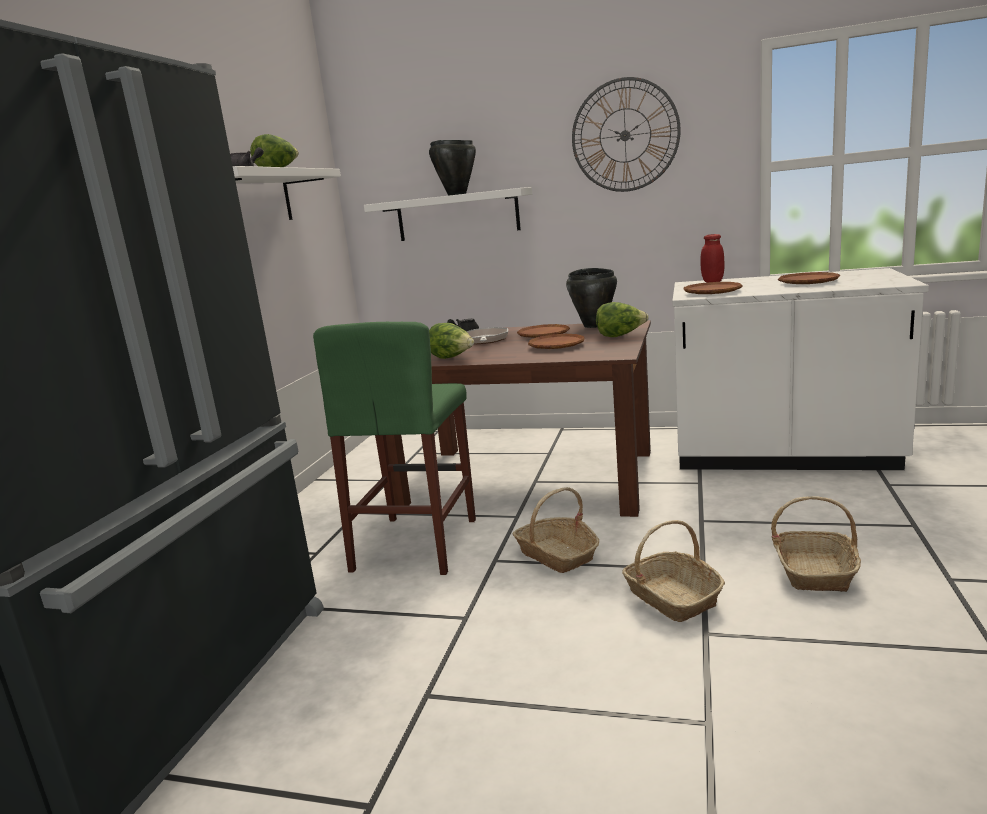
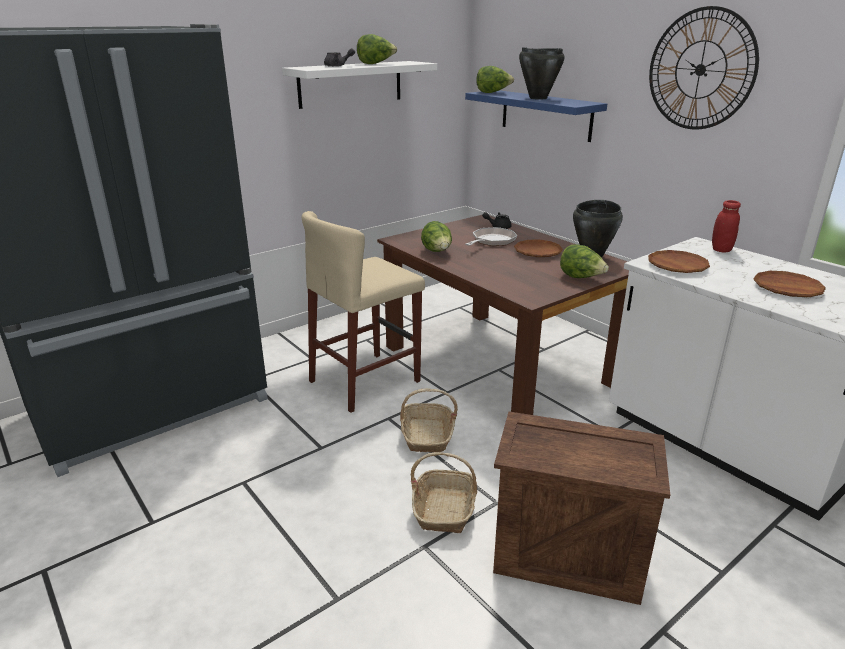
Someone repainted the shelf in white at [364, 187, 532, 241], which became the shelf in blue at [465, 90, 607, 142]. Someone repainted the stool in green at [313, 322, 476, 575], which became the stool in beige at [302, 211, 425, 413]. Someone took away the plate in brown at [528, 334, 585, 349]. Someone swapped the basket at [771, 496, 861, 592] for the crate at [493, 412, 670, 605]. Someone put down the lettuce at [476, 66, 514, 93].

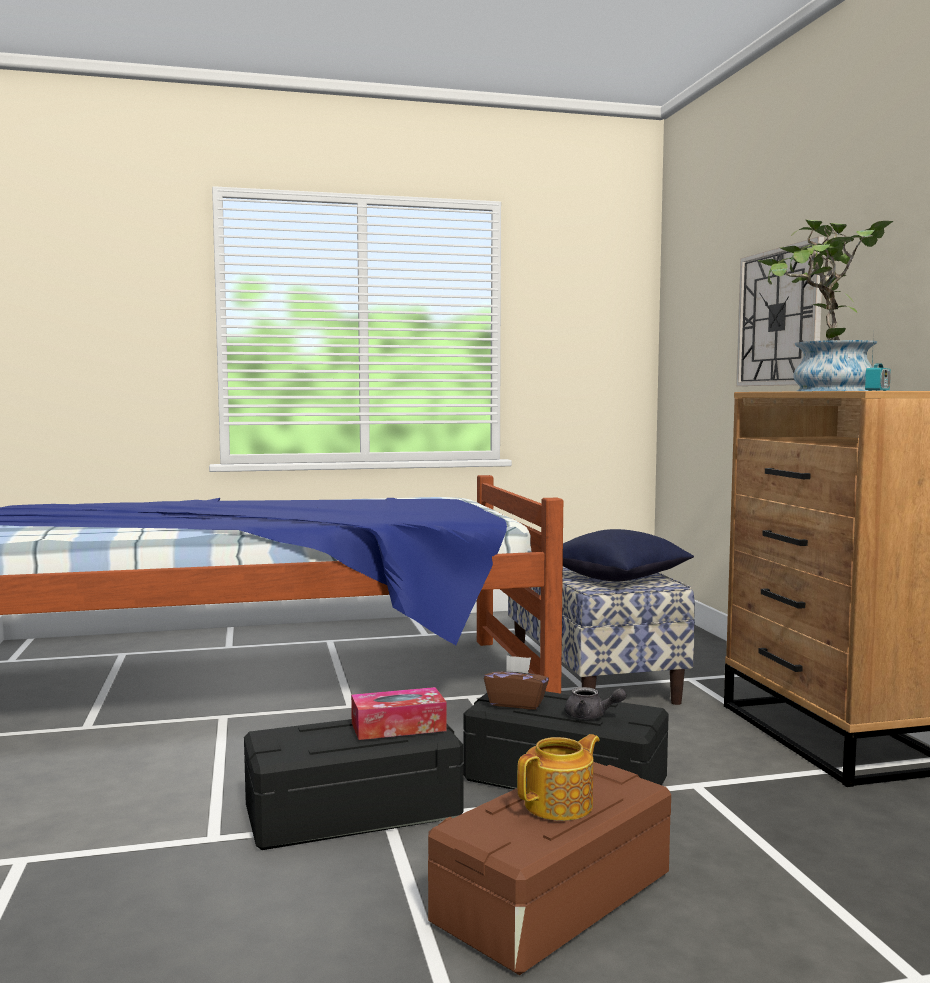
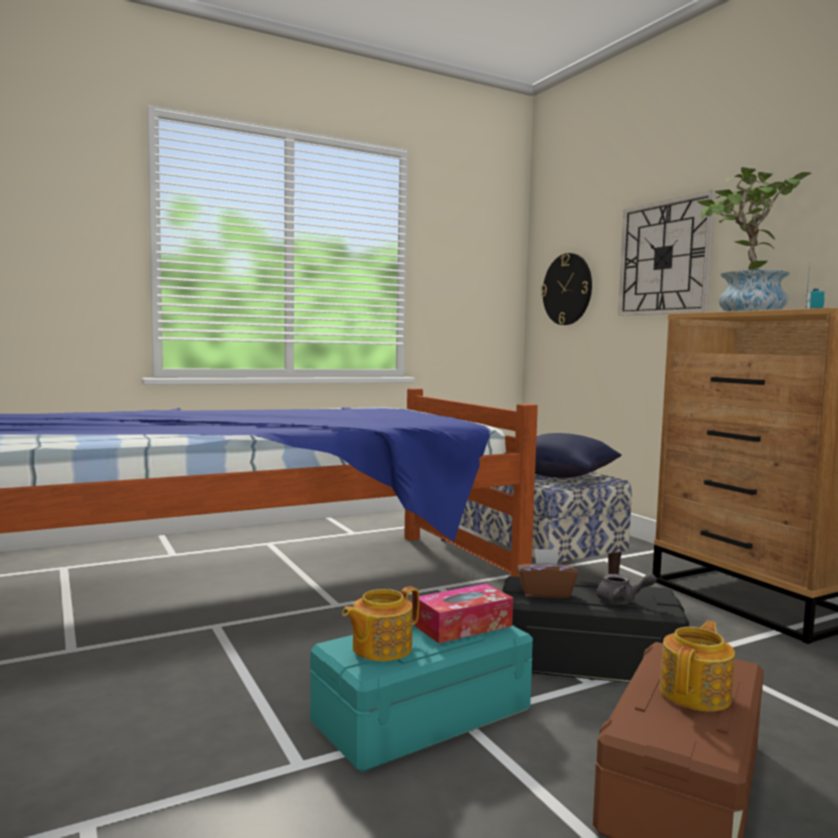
Someone repainted the storage box in black at [244, 719, 463, 850], which became the storage box in turquoise at [310, 624, 533, 772]. Someone put up the wall clock at [541, 253, 592, 325]. Someone put down the teapot at [342, 586, 419, 661].

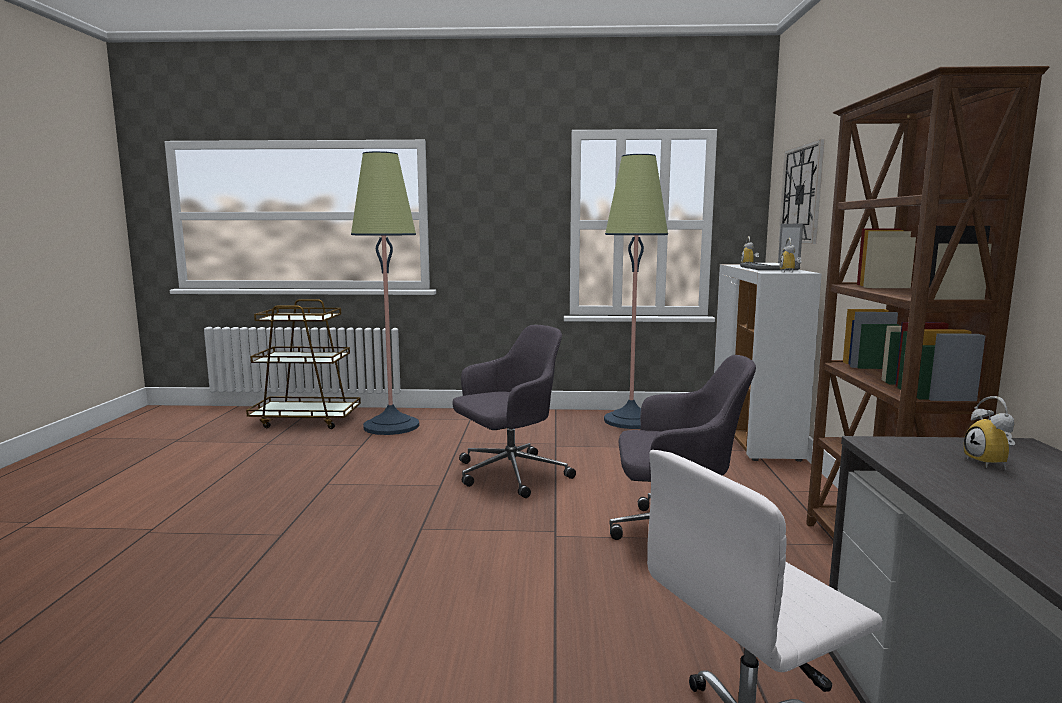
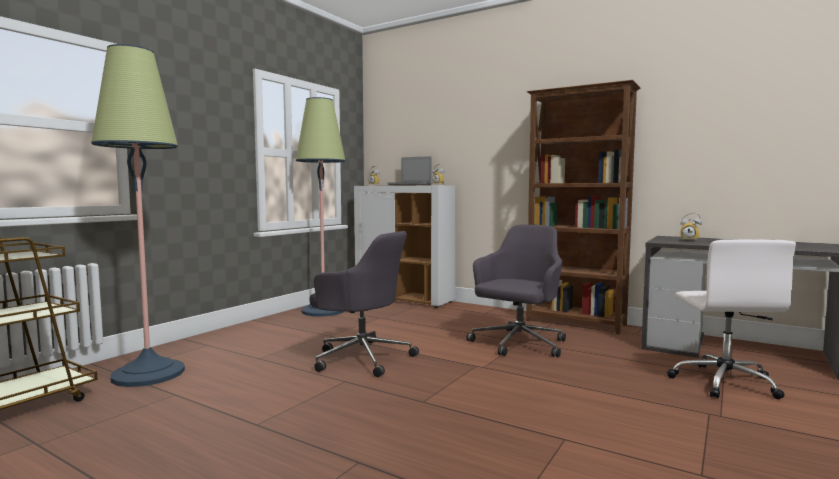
Someone took away the wall clock at [778, 139, 825, 244]. Someone rotated the office chair in grey at [452, 325, 576, 498] by 120 degrees clockwise.

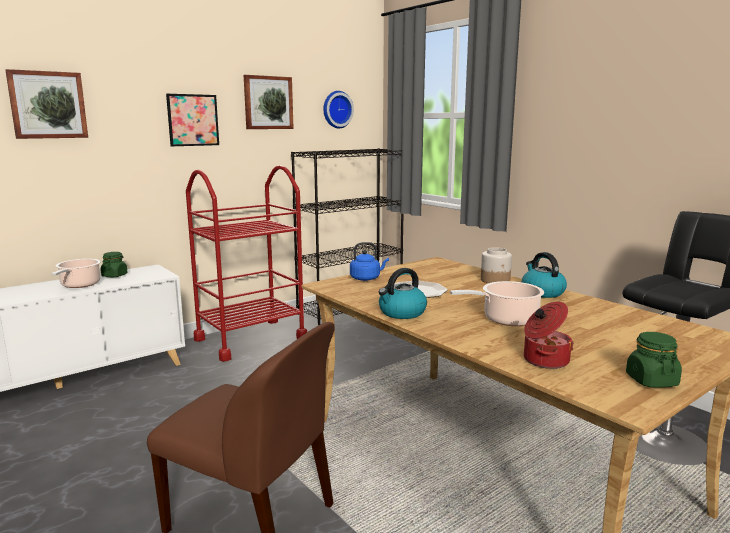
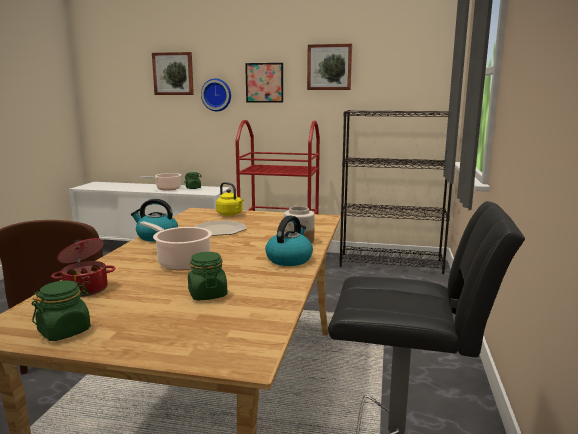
Someone carried the wall clock from [323, 91, 354, 128] to [201, 78, 231, 111]. Someone repainted the kettle in blue at [350, 242, 389, 281], which became the kettle in yellow at [216, 182, 244, 216]. Someone put down the jar in green at [188, 252, 227, 301].

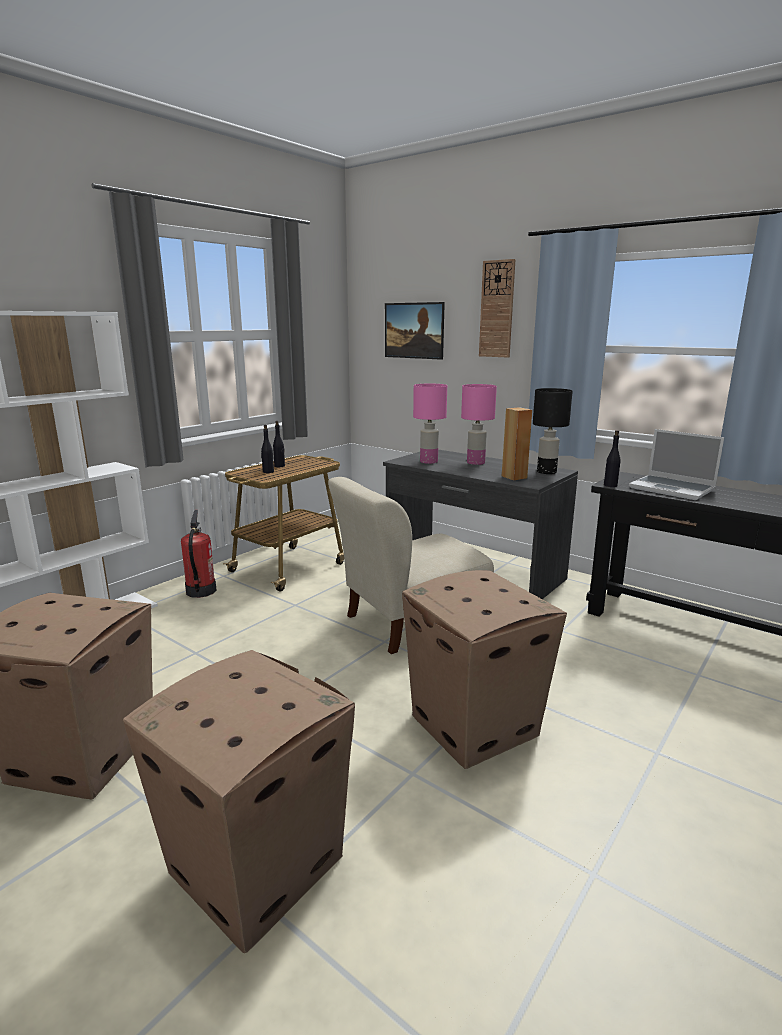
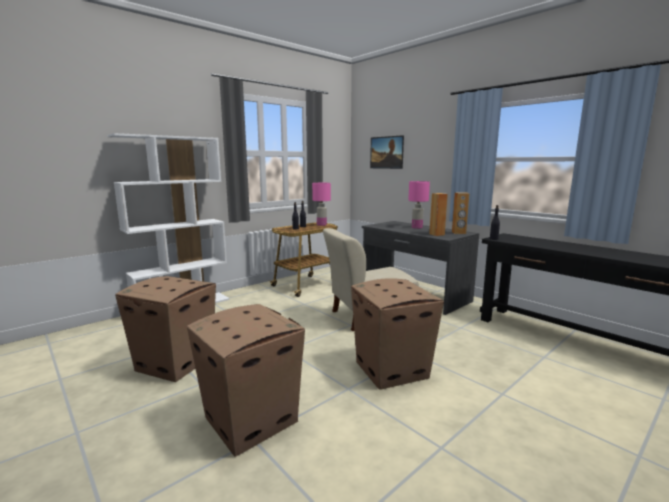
Someone took away the wall clock at [479, 259, 516, 358]. Someone carried the table lamp in pink from [413, 384, 447, 464] to [312, 183, 331, 226]. Someone swapped the table lamp in black at [533, 388, 573, 474] for the speaker in brown at [452, 192, 469, 234]. Someone took away the laptop at [629, 429, 724, 500]. Someone took away the fire extinguisher at [181, 510, 217, 598].

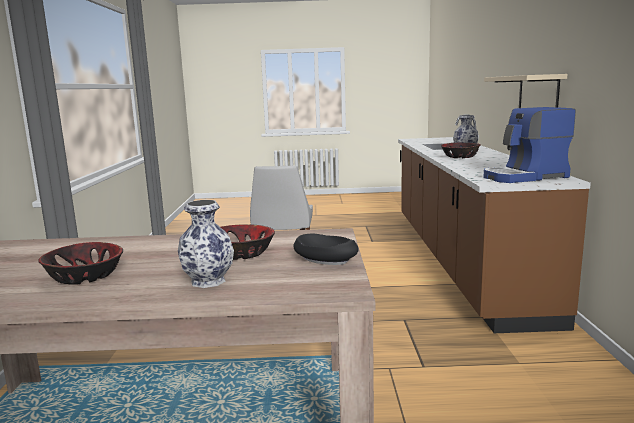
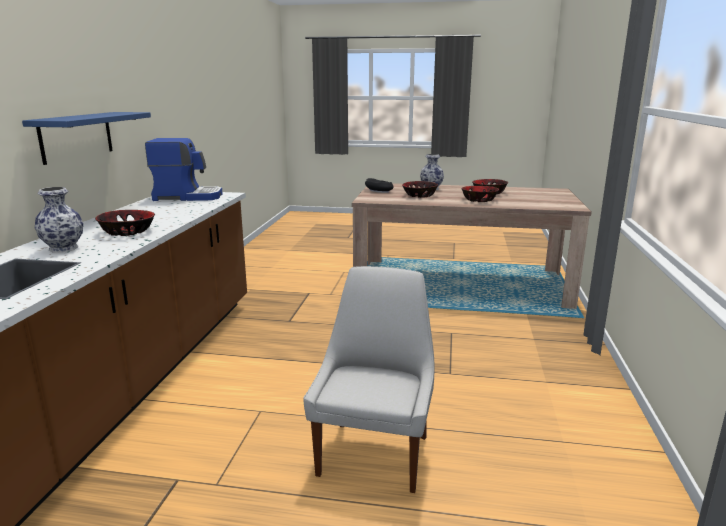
Someone repainted the shelf in beige at [484, 74, 567, 108], which became the shelf in blue at [22, 112, 151, 165]. Someone put down the bowl at [461, 186, 499, 202].

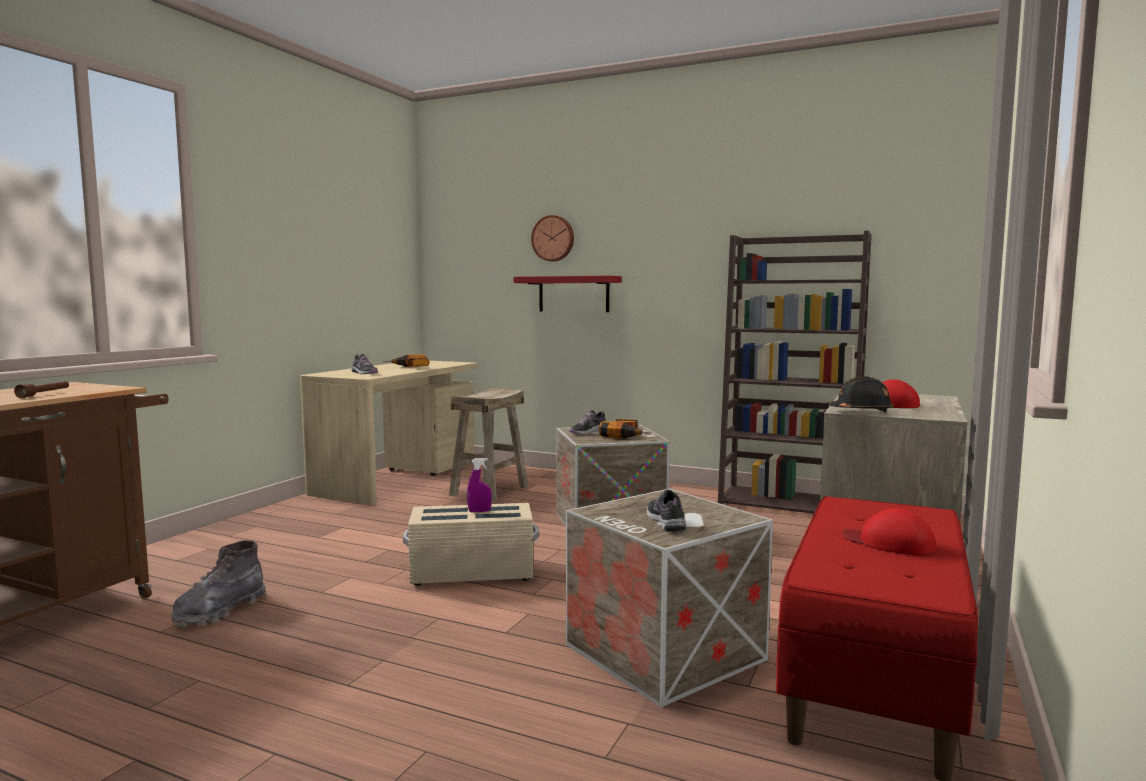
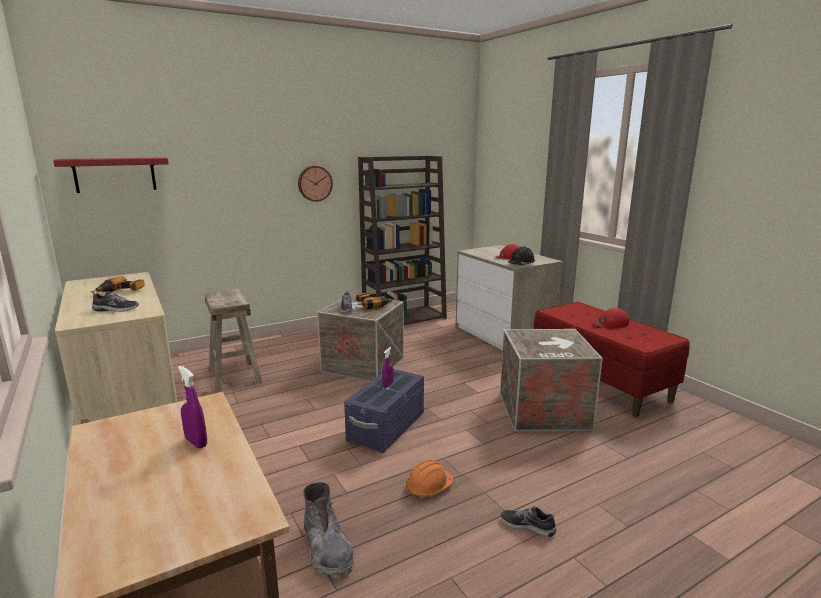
Someone carried the wall clock from [531, 215, 574, 261] to [298, 166, 333, 202]. Someone carried the shelf in red from [514, 276, 622, 312] to [53, 157, 169, 193]. Someone swapped the flashlight in brown at [14, 381, 69, 398] for the spray bottle in purple at [178, 366, 207, 449]. Someone carried the shoe from [647, 490, 687, 532] to [500, 506, 556, 537]. Someone repainted the storage box in beige at [403, 503, 539, 586], which became the storage box in purple at [344, 369, 424, 453]. Someone put down the hard hat in orange at [406, 460, 454, 498].

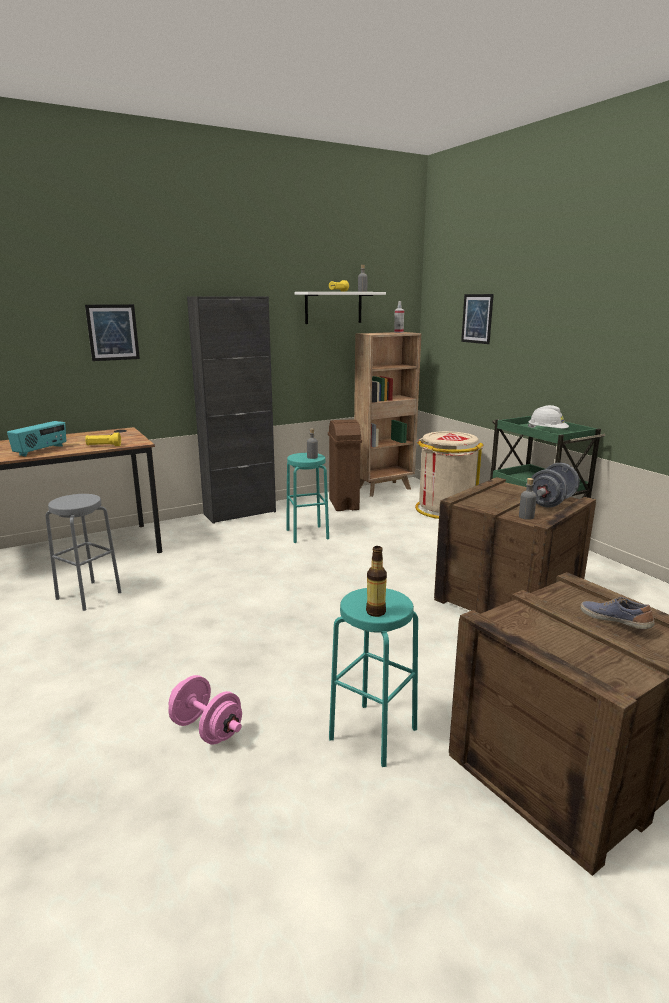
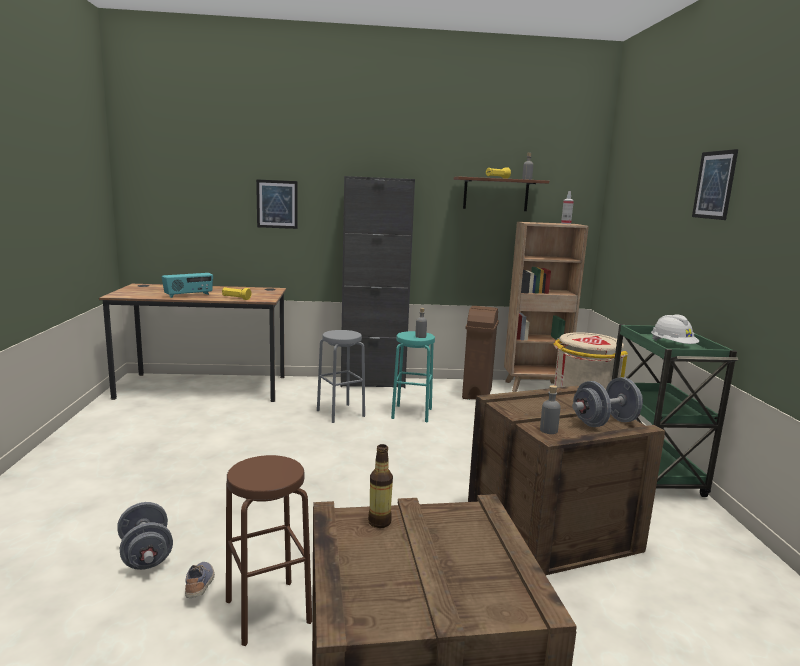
Someone repainted the shelf in white at [294, 292, 386, 324], which became the shelf in brown at [454, 177, 549, 211]. Someone carried the picture from [461, 294, 494, 344] to [692, 149, 738, 220]. Someone carried the stool in grey from [45, 494, 121, 611] to [317, 330, 365, 423]. Someone carried the bottle from [366, 546, 387, 617] to [368, 444, 393, 528]. Someone repainted the stool in turquoise at [329, 588, 418, 767], which became the stool in brown at [226, 455, 312, 646]. Someone carried the shoe from [580, 597, 655, 629] to [185, 562, 215, 598]. Someone repainted the dumbbell in pink at [169, 675, 242, 744], which became the dumbbell in grey at [117, 502, 173, 570].

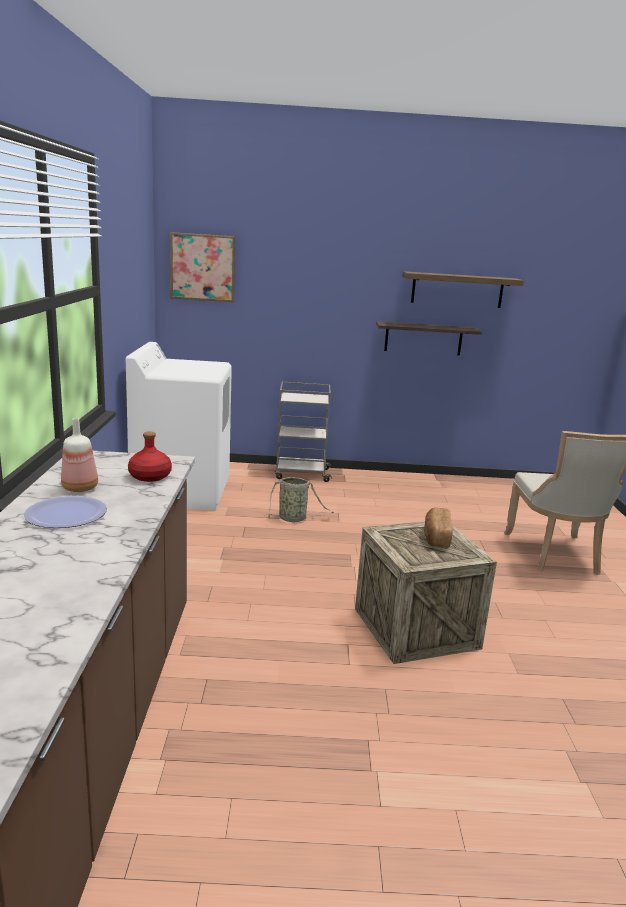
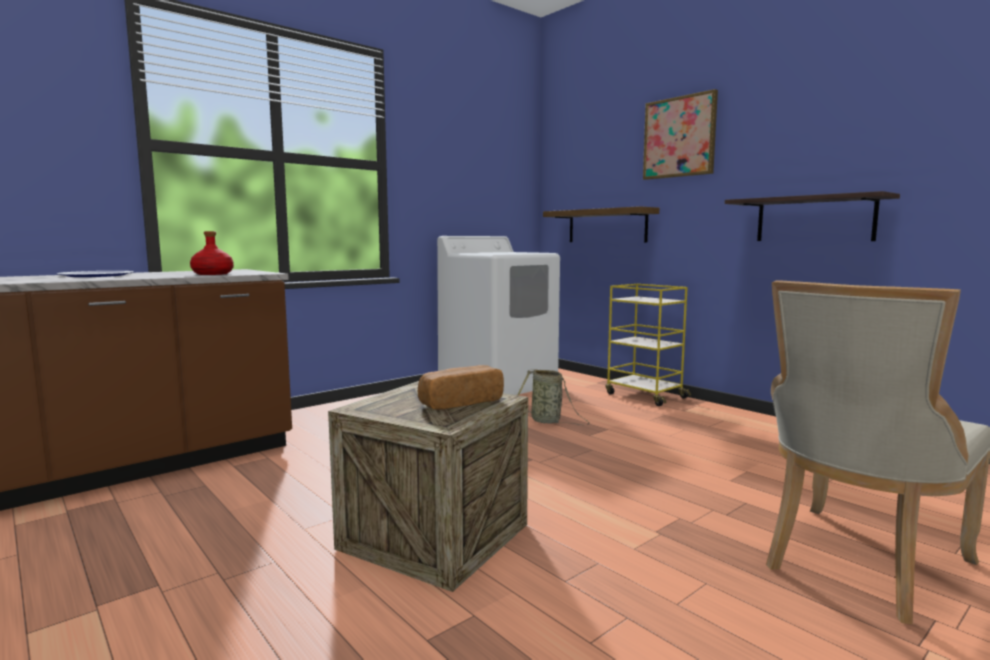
Someone carried the picture from [170, 232, 235, 302] to [643, 89, 718, 180]. Someone carried the shelf from [402, 271, 524, 308] to [543, 206, 659, 243]. Someone repainted the cart in grey at [275, 382, 332, 482], which became the cart in yellow at [606, 284, 691, 406]. Someone took away the bottle at [61, 418, 98, 492].

